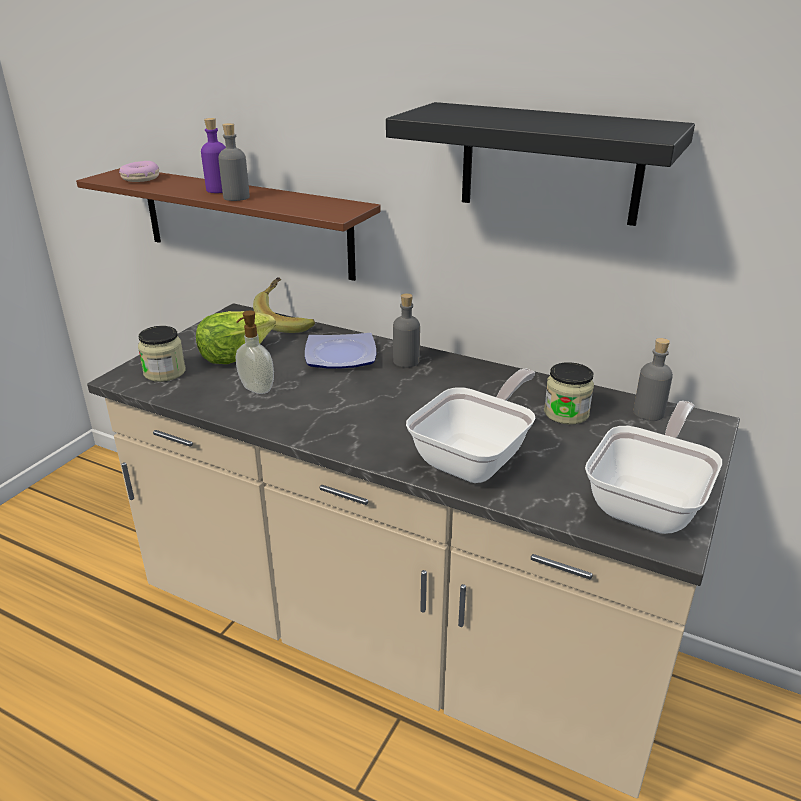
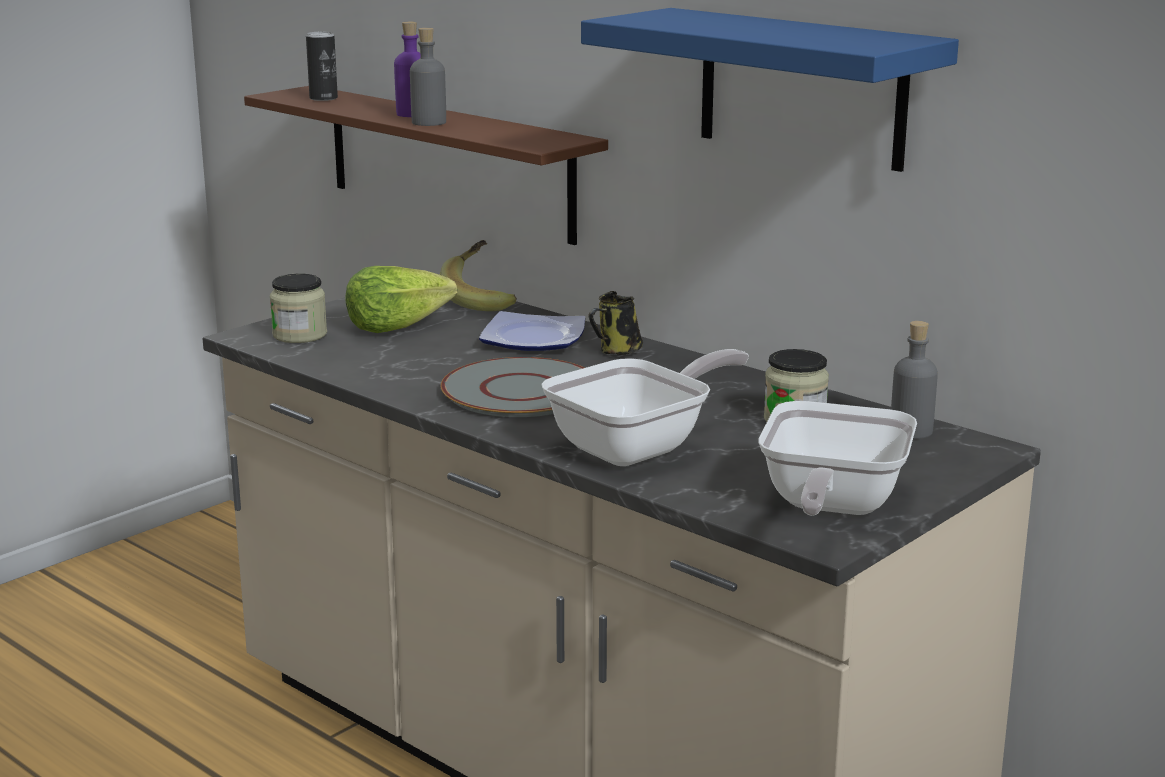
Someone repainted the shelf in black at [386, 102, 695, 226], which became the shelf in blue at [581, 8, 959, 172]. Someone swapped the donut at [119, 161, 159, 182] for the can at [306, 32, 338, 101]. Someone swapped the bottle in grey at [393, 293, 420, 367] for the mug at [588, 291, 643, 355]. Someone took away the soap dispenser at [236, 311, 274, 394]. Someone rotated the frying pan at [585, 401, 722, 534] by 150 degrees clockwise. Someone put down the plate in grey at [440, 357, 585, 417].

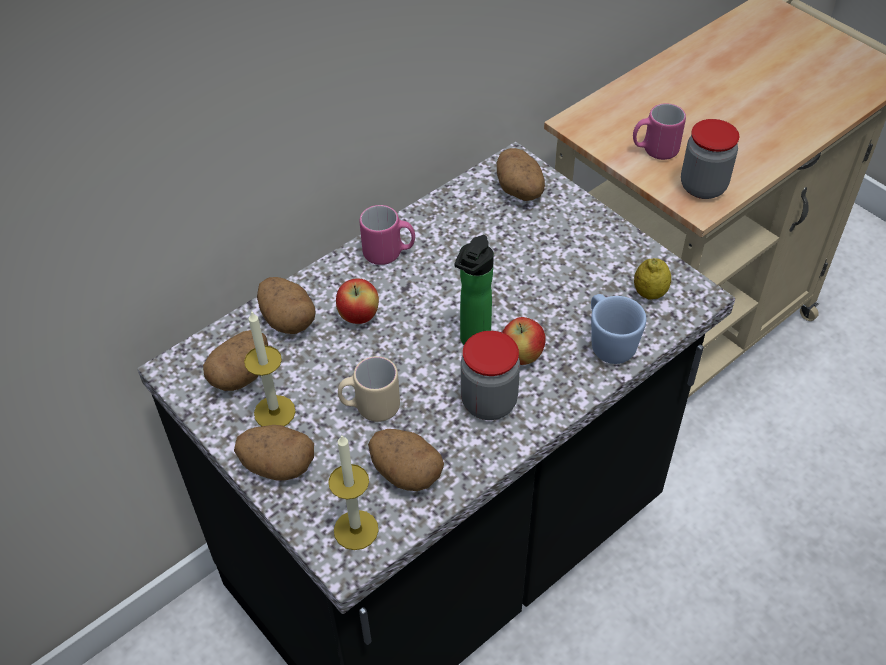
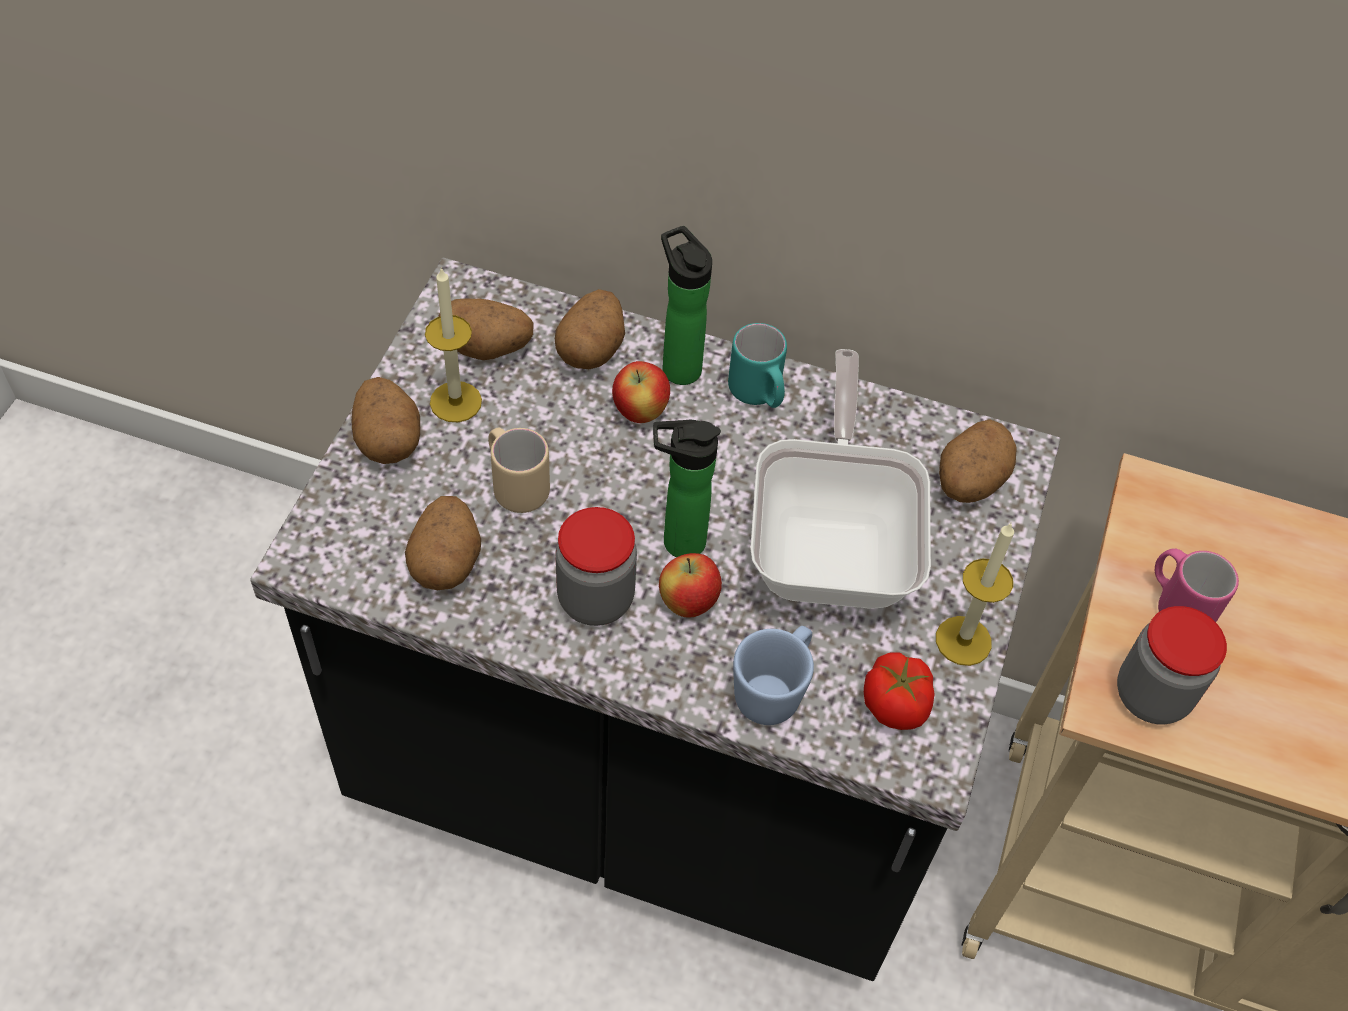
Someone repainted the mug in pink at [360, 205, 415, 265], which became the mug in turquoise at [728, 323, 787, 408]. Someone swapped the lemon at [634, 258, 671, 300] for the tomato at [864, 652, 935, 730]. Someone carried the candle from [328, 434, 379, 550] to [936, 523, 1014, 666]. Someone put down the bottle at [661, 226, 712, 385]. Someone put down the frying pan at [750, 349, 931, 609].

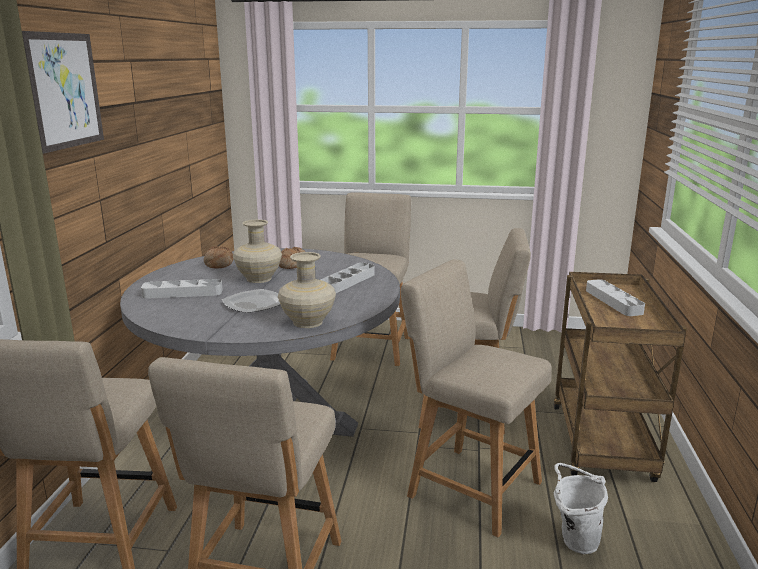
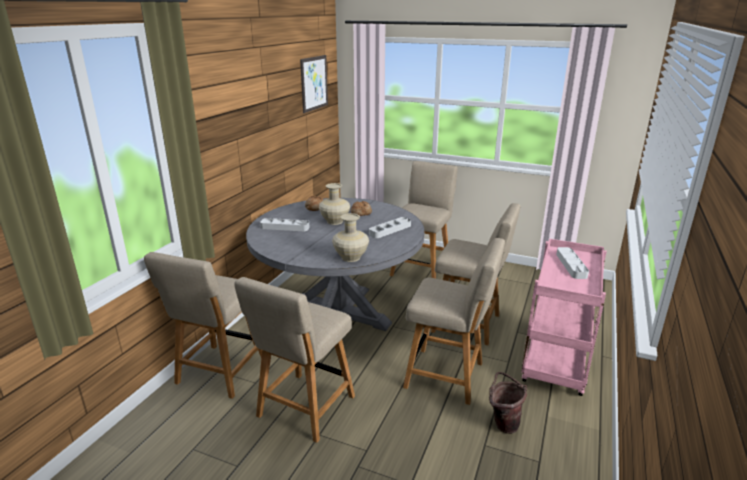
Someone carried the picture from [22, 31, 104, 154] to [300, 55, 328, 113]. Someone rotated the chair in beige at [401, 259, 552, 537] by 150 degrees clockwise. Someone repainted the cart in brown at [554, 272, 687, 482], which became the cart in pink at [521, 239, 607, 396]. Someone took away the plate at [222, 289, 281, 313]. Someone repainted the bucket in white at [554, 463, 608, 554], which became the bucket in brown at [489, 372, 527, 434].

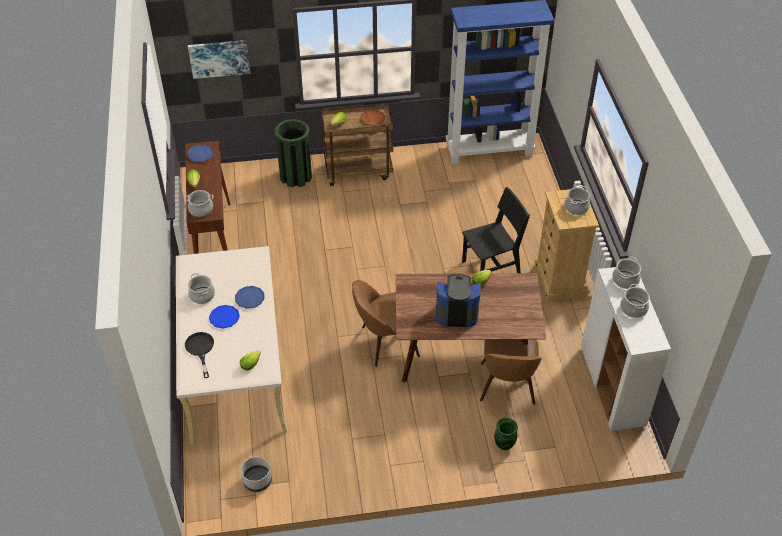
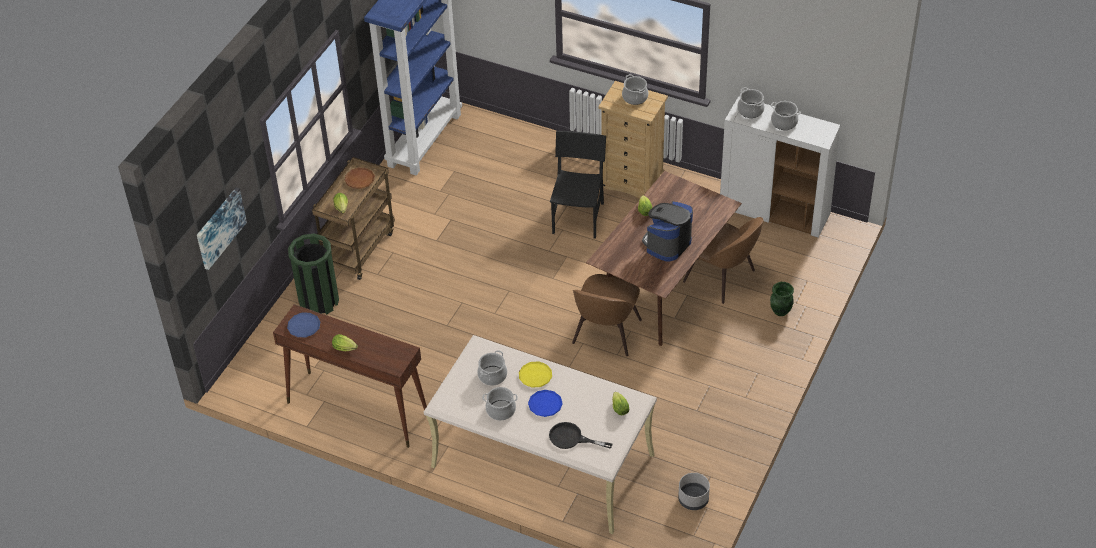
Someone carried the cooking pot from [184, 190, 214, 217] to [477, 350, 507, 386]. Someone repainted the plate in blue at [235, 286, 264, 309], which became the plate in yellow at [519, 361, 552, 388].

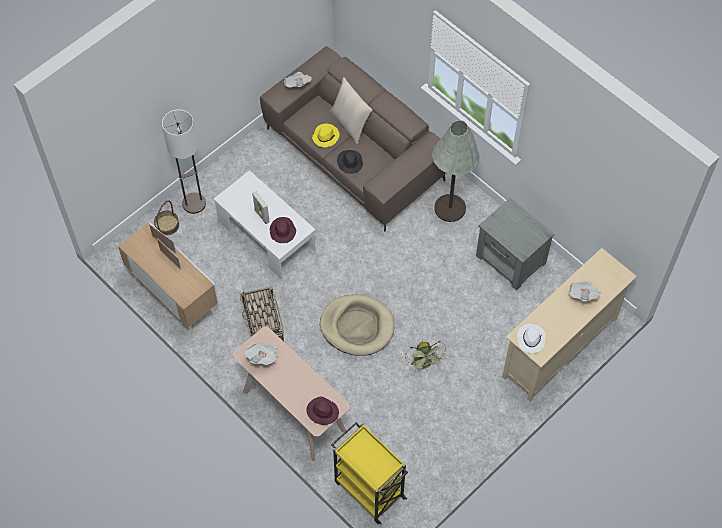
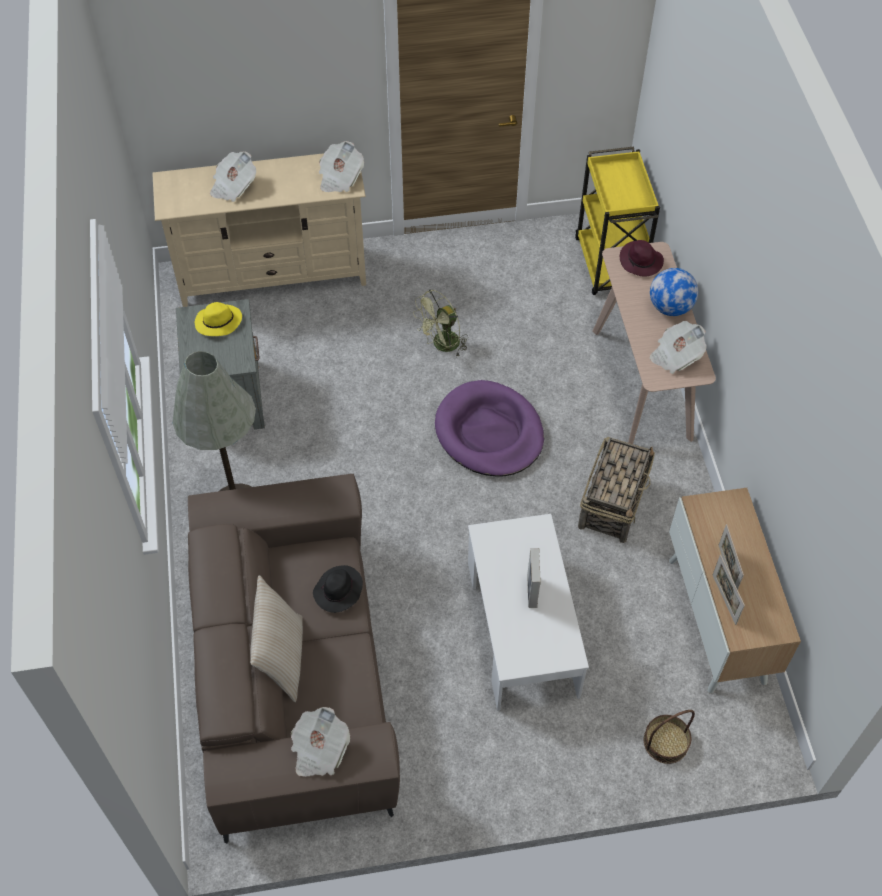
Someone took away the floor lamp at [162, 109, 206, 214]. Someone carried the hat in yellow from [312, 124, 340, 147] to [195, 302, 242, 336]. Someone took away the hat in purple at [270, 217, 296, 243]. Someone repainted the dog bed in beige at [320, 294, 394, 356], which became the dog bed in purple at [435, 380, 544, 477]. Someone swapped the hat in white at [517, 324, 546, 353] for the newspaper at [318, 141, 364, 192]. Someone rotated the fan in green at [405, 340, 447, 371] by 150 degrees counterclockwise. Someone put down the globe at [650, 268, 698, 316].

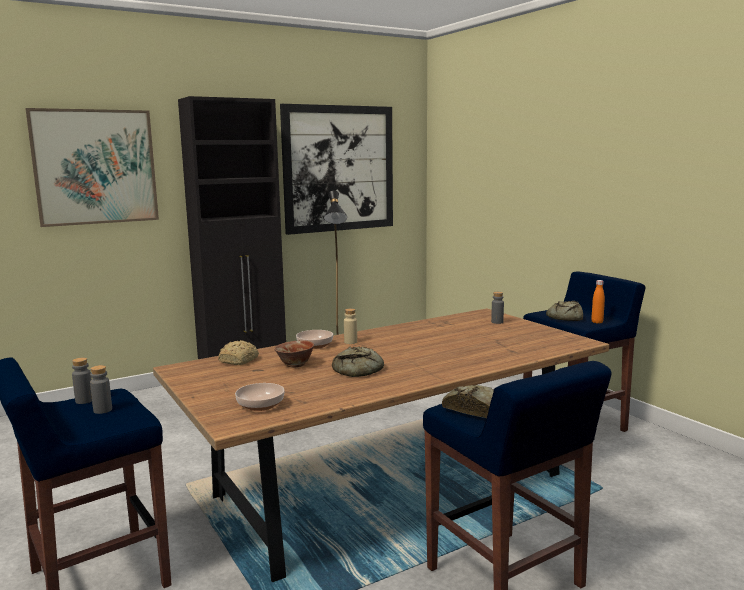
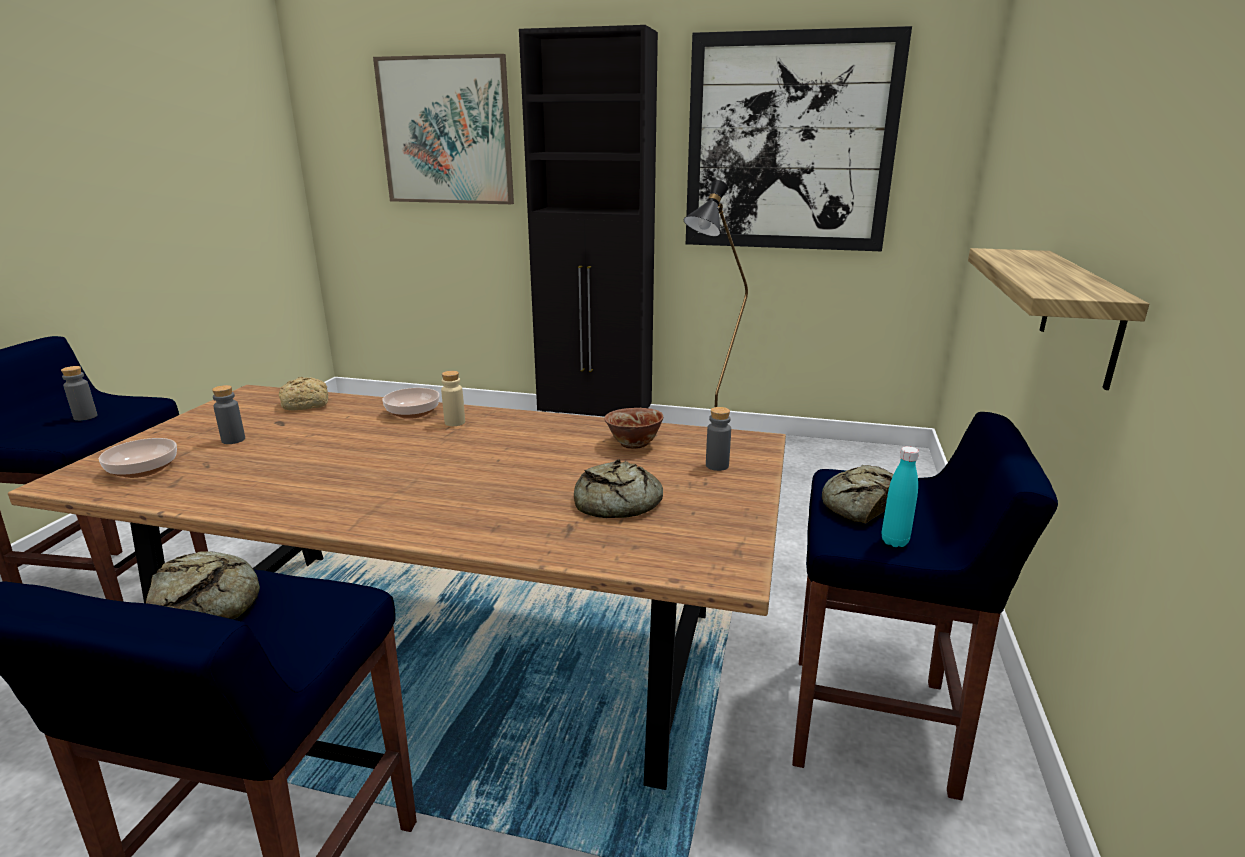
Someone repainted the bottle in orange at [591, 280, 605, 324], which became the bottle in turquoise at [882, 446, 919, 547]. Someone carried the bowl from [274, 340, 314, 368] to [604, 408, 663, 449]. Someone carried the bread from [332, 347, 384, 377] to [574, 460, 663, 518]. Someone carried the bottle in grey from [72, 358, 92, 404] to [212, 385, 245, 444]. Someone put up the shelf at [968, 248, 1149, 390].

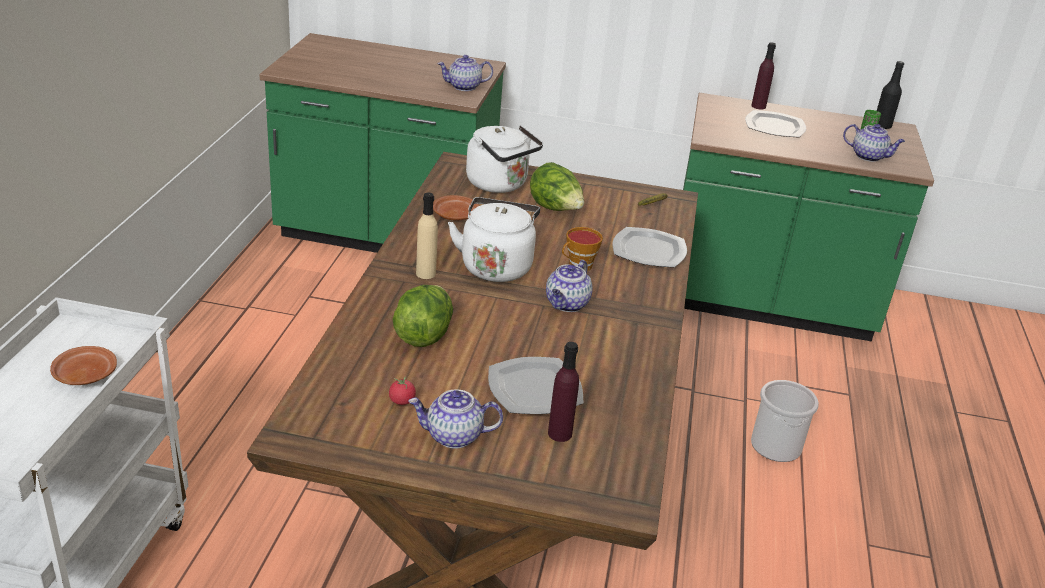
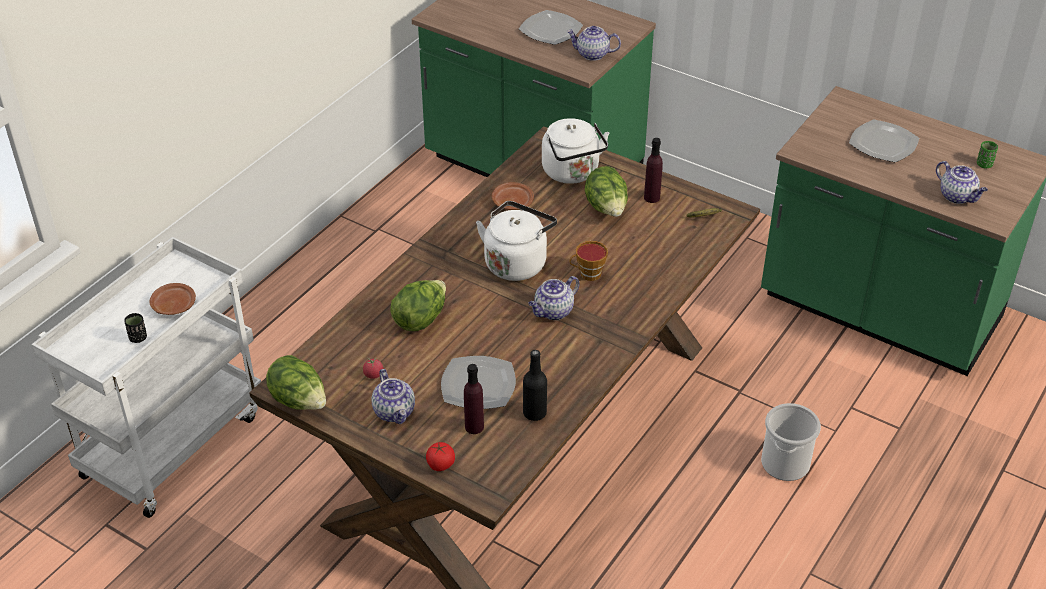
Someone carried the bottle in purple from [751, 42, 776, 109] to [644, 138, 663, 203]. Someone carried the bottle in black from [877, 61, 904, 129] to [523, 350, 547, 421]. Someone took away the bottle in beige at [416, 193, 438, 279]. Someone carried the plate from [613, 227, 687, 268] to [519, 10, 583, 45]. Someone rotated the teapot at [408, 389, 503, 449] by 135 degrees counterclockwise. Someone put down the cup in black at [124, 313, 147, 343]. Someone put down the lettuce at [266, 355, 326, 410]. Someone put down the tomato at [426, 442, 455, 471].

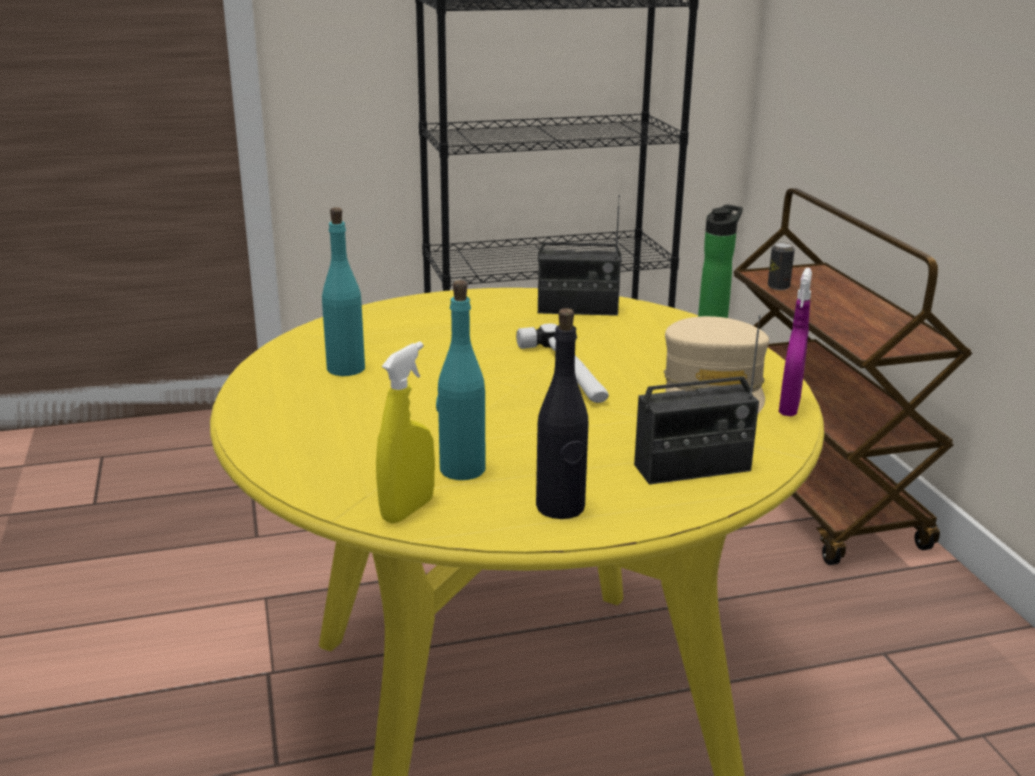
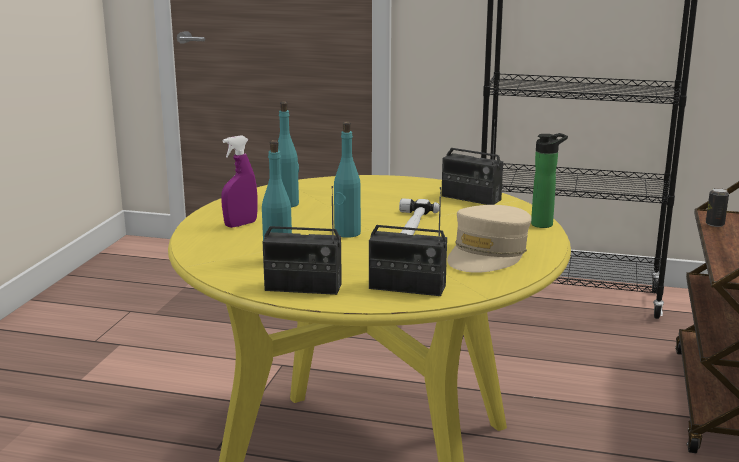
Someone carried the spray bottle in purple from [779, 268, 812, 416] to [221, 135, 258, 228]. Someone swapped the bottle in black at [536, 308, 589, 519] for the radio at [263, 186, 342, 295]. Someone took away the spray bottle in yellow at [376, 341, 435, 523]. Someone put down the bottle in turquoise at [334, 121, 361, 238].

